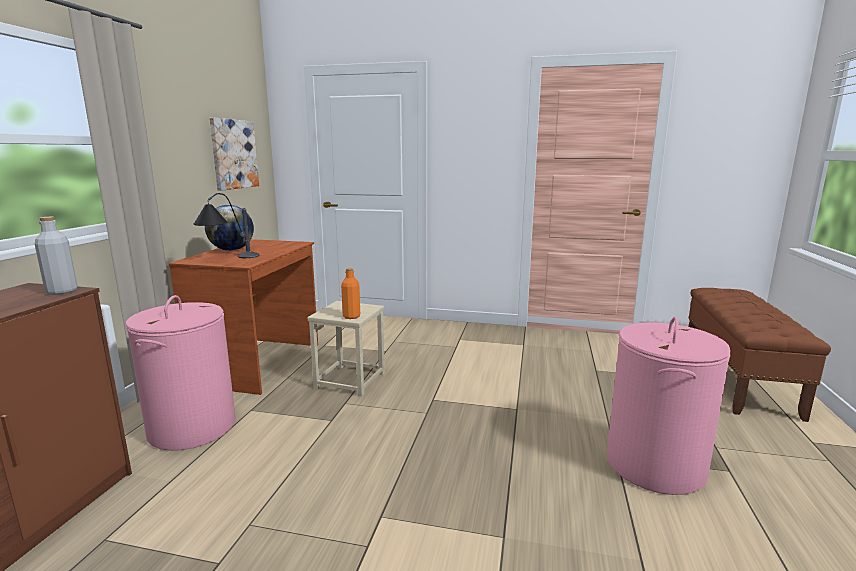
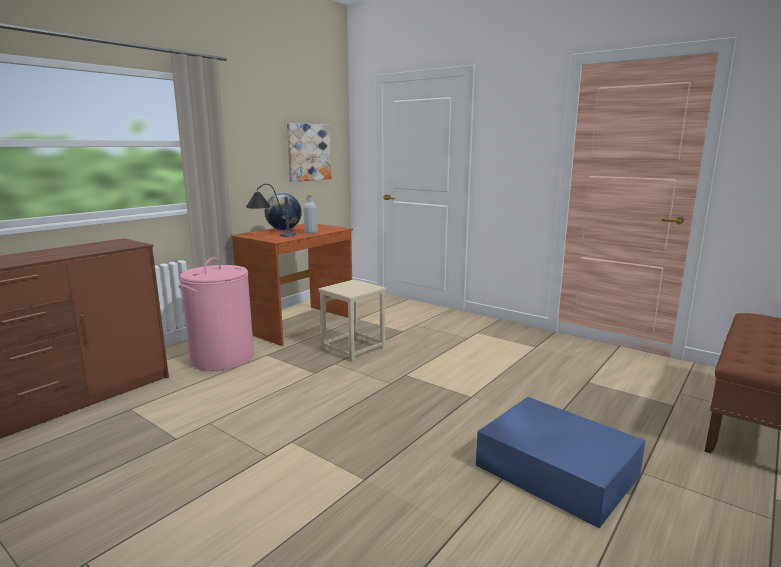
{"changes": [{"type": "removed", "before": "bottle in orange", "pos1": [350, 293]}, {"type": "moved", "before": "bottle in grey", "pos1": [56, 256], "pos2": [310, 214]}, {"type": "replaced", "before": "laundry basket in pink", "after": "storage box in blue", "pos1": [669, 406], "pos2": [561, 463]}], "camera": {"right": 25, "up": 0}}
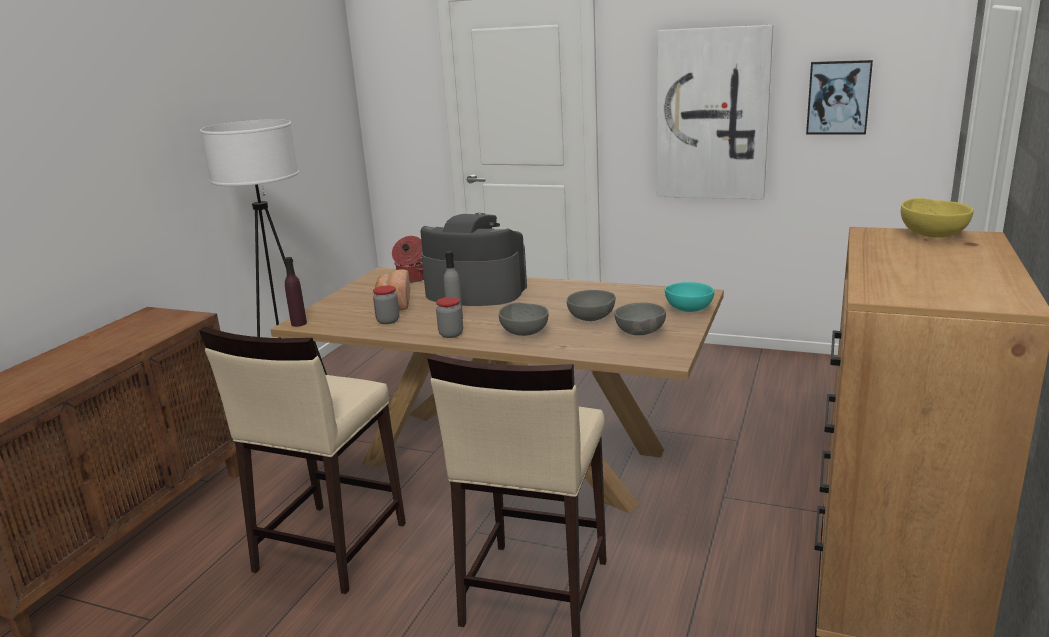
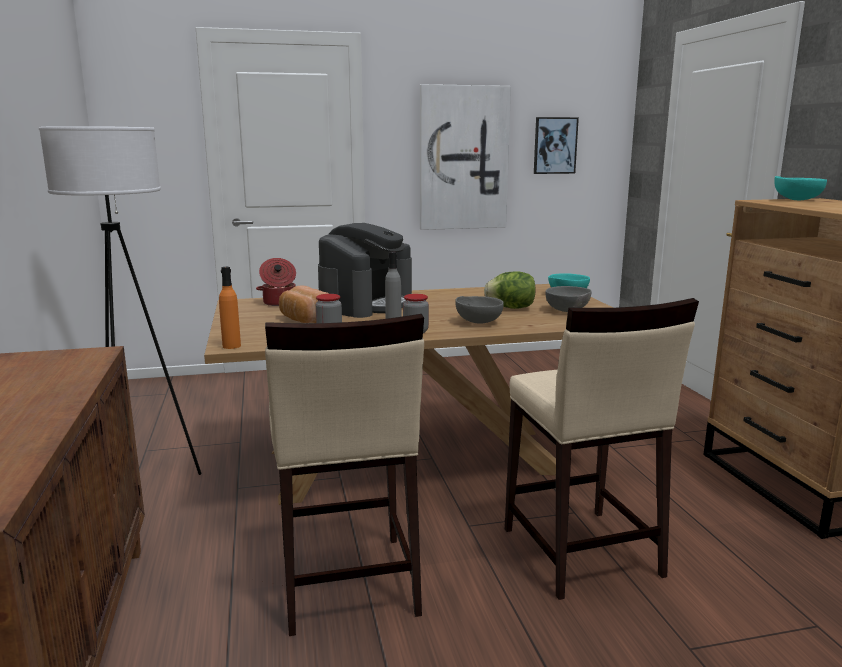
{"changes": [{"type": "replaced", "before": "bowl in grey", "after": "lettuce", "pos1": [591, 305], "pos2": [510, 290]}, {"type": "recoloured", "before": "bottle in purple", "after": "bottle in orange", "pos1": [295, 292], "pos2": [230, 308]}, {"type": "recoloured", "before": "bowl in yellow", "after": "bowl in turquoise", "pos1": [937, 218], "pos2": [800, 188]}, {"type": "turned", "before": "coffee machine", "pos1": [473, 259], "pos2": [365, 270], "turn": 135}], "camera": {"right": -35, "up": -5}}
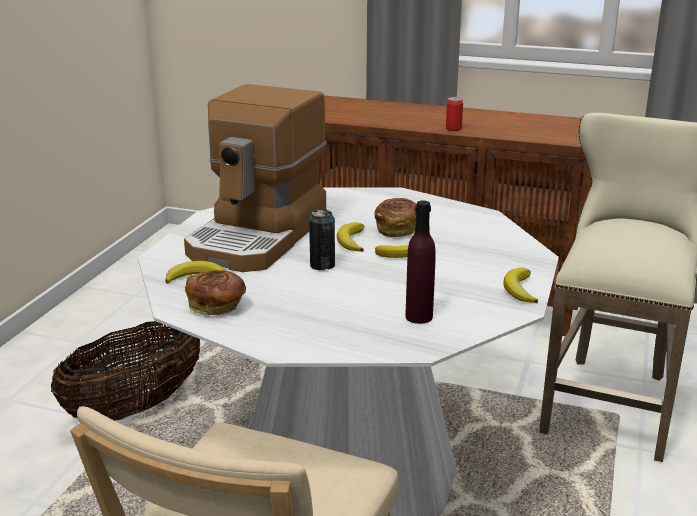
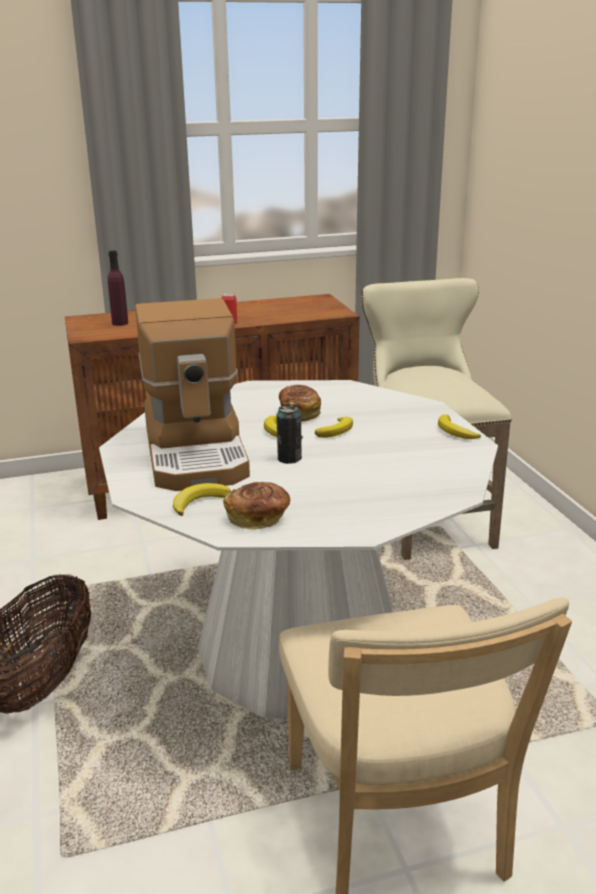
{"changes": [{"type": "moved", "before": "bottle in purple", "pos1": [420, 262], "pos2": [118, 288]}], "camera": {"right": -35, "up": 0}}
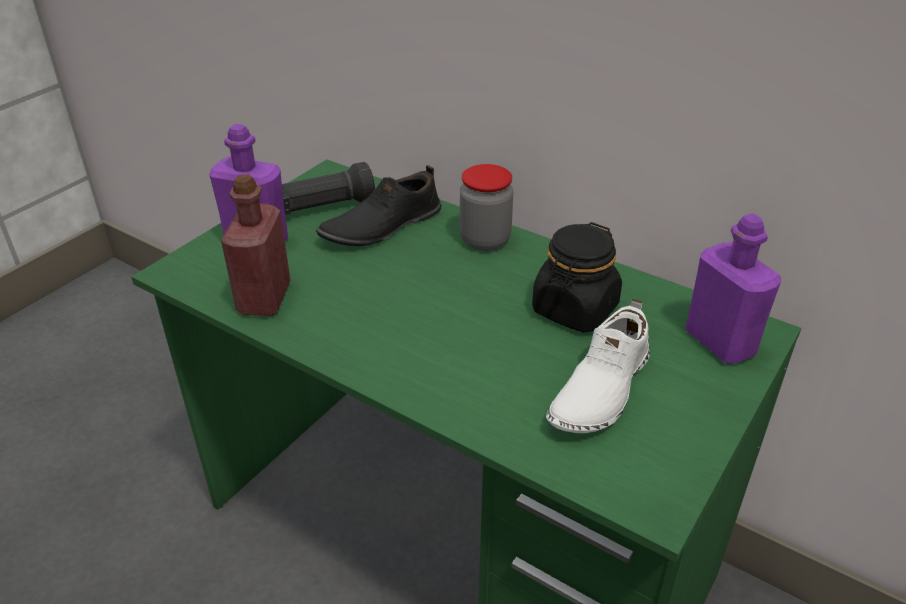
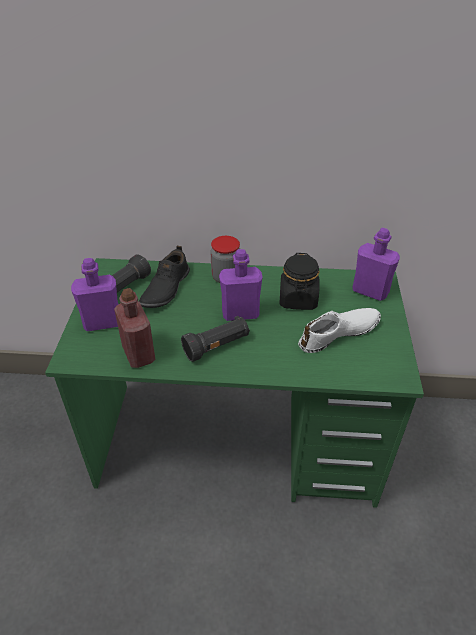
{"changes": [{"type": "added", "after": "flashlight in black", "pos2": [215, 339]}, {"type": "added", "after": "bottle in purple", "pos2": [241, 285]}, {"type": "turned", "before": "shoe in white", "pos1": [598, 366], "pos2": [339, 330], "turn": -120}], "camera": {"right": -30, "up": 5}}
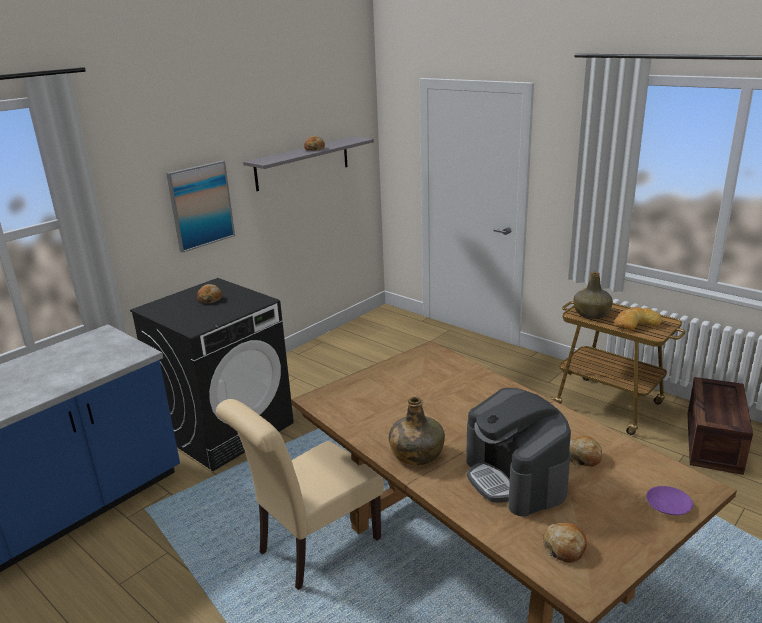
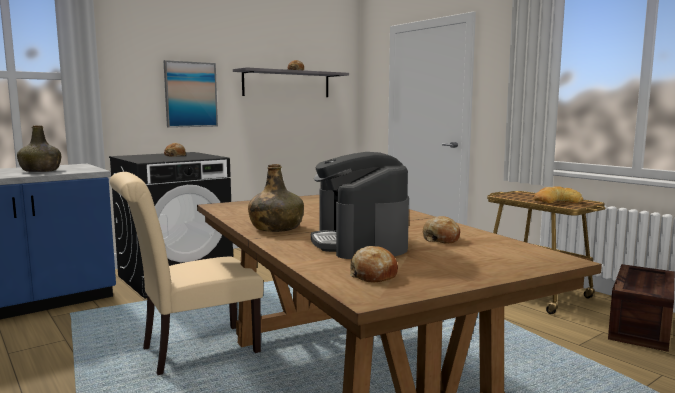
{"changes": [{"type": "removed", "before": "plate in purple", "pos1": [669, 500]}, {"type": "moved", "before": "bottle in green", "pos1": [593, 295], "pos2": [39, 148]}], "camera": {"right": 10, "up": -15}}
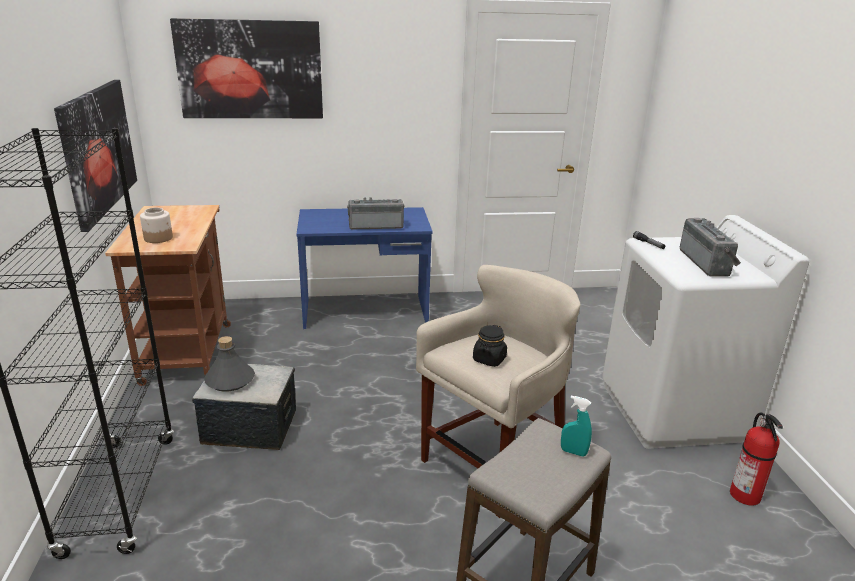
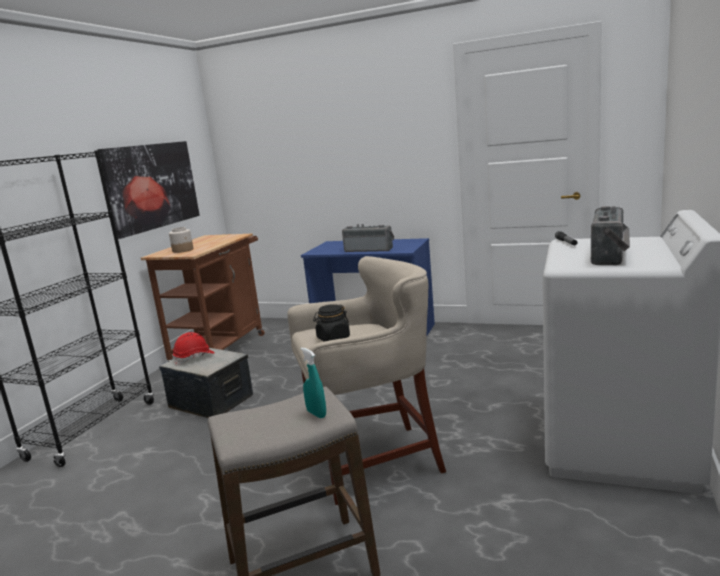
{"changes": [{"type": "removed", "before": "picture", "pos1": [246, 68]}, {"type": "removed", "before": "fire extinguisher", "pos1": [756, 459]}, {"type": "replaced", "before": "bottle in grey", "after": "hard hat in red", "pos1": [229, 364], "pos2": [194, 348]}], "camera": {"right": 30, "up": -10}}
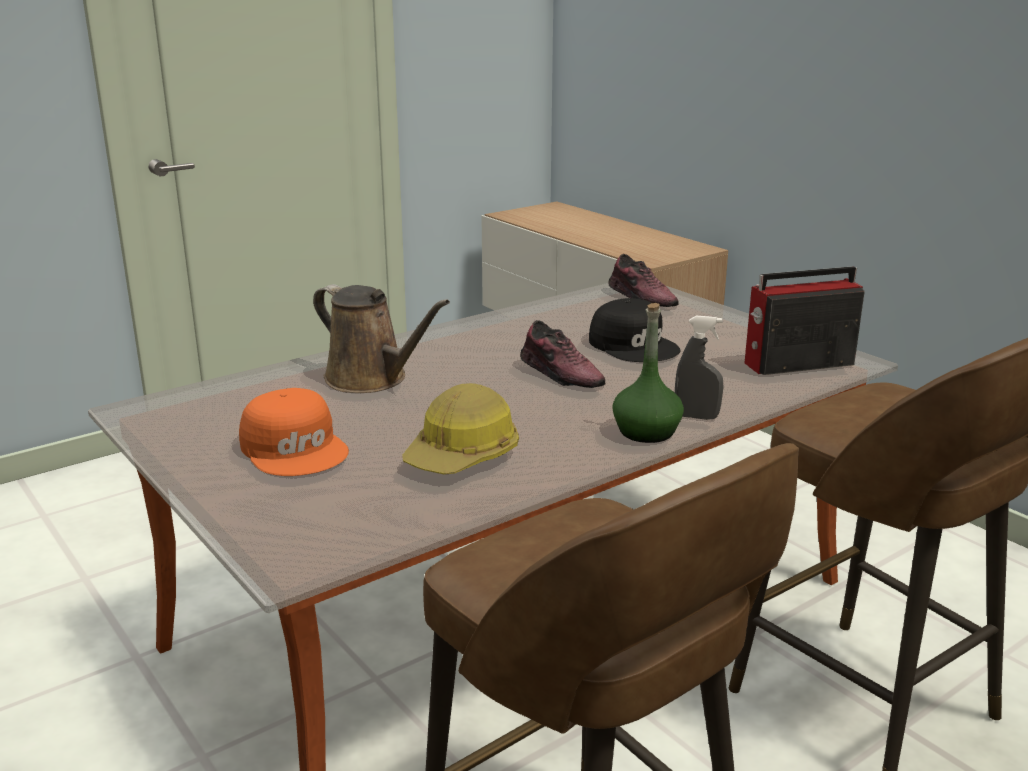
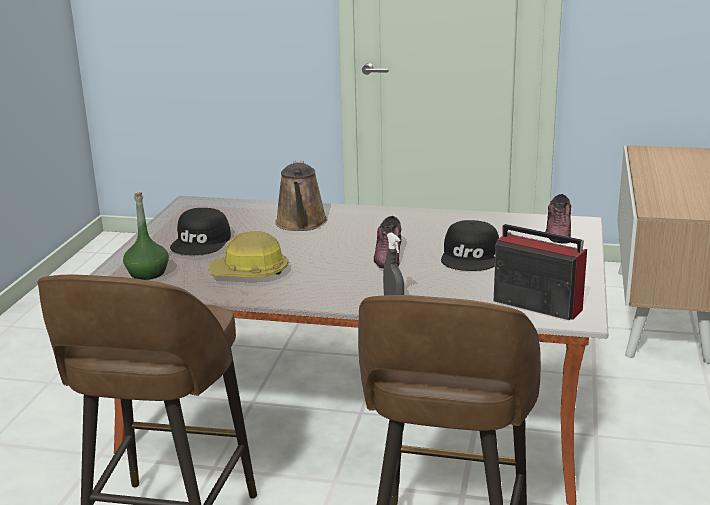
{"changes": [{"type": "moved", "before": "bottle in green", "pos1": [648, 373], "pos2": [146, 236]}, {"type": "recoloured", "before": "cap in orange", "after": "cap in black", "pos1": [294, 432], "pos2": [200, 231]}], "camera": {"right": 50, "up": 0}}
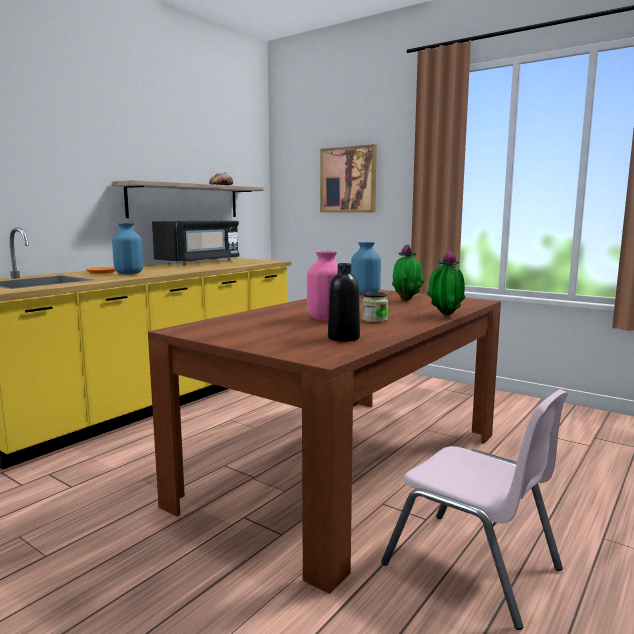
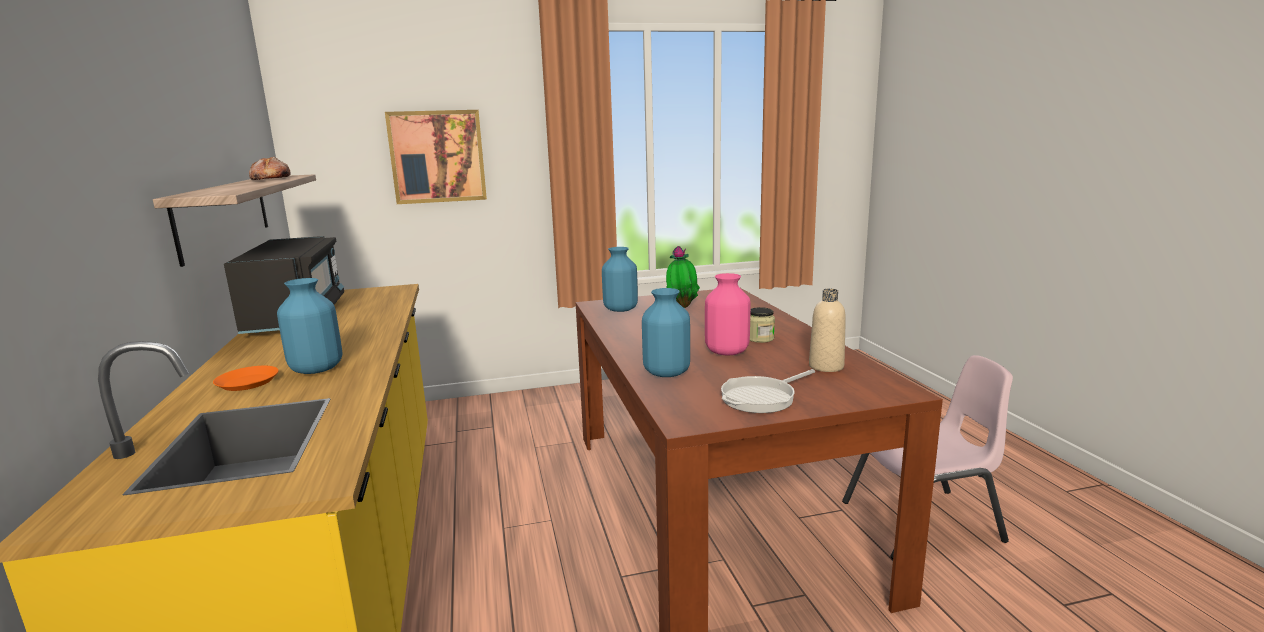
{"changes": [{"type": "removed", "before": "potted plant", "pos1": [446, 283]}, {"type": "added", "after": "vase in blue", "pos2": [666, 332]}, {"type": "added", "after": "frying pan", "pos2": [768, 391]}, {"type": "recoloured", "before": "bottle in black", "after": "bottle in beige", "pos1": [344, 302], "pos2": [827, 330]}], "camera": {"right": -50, "up": 5}}
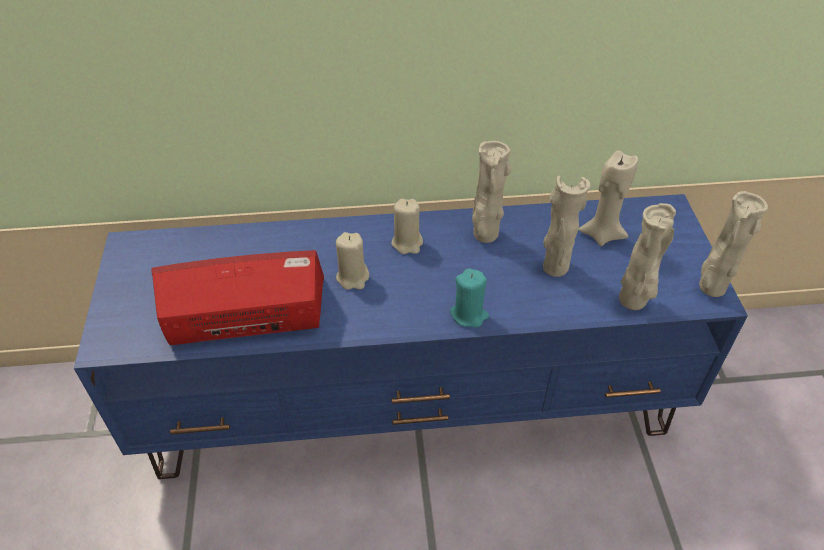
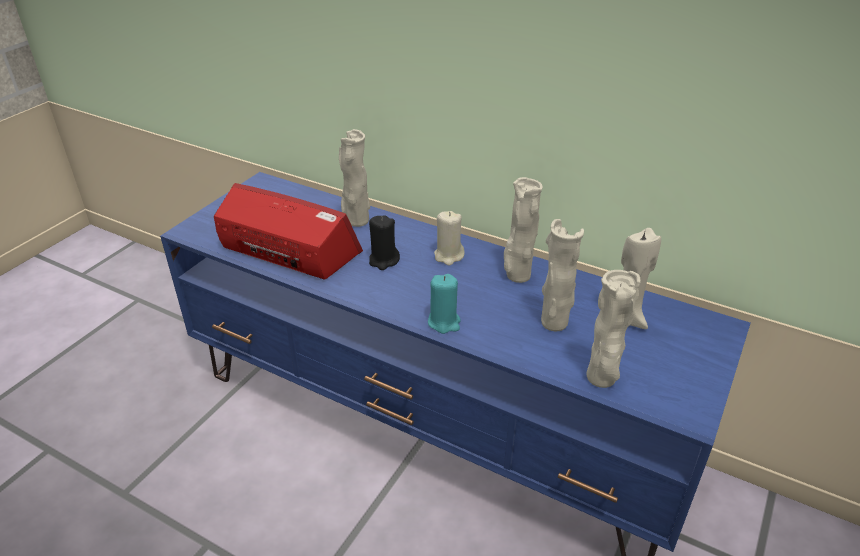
{"changes": [{"type": "moved", "before": "vase in beige", "pos1": [733, 244], "pos2": [354, 178]}, {"type": "recoloured", "before": "candle in beige", "after": "candle in black", "pos1": [352, 261], "pos2": [384, 242]}], "camera": {"right": 35, "up": -10}}
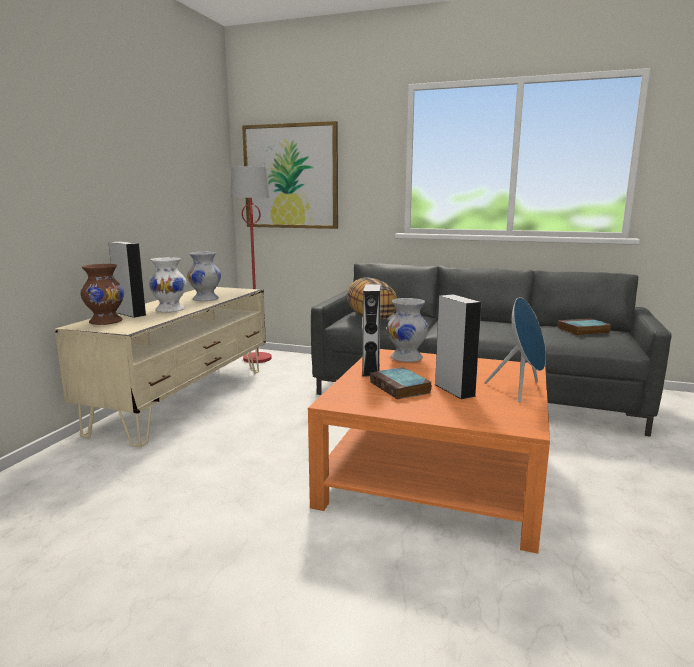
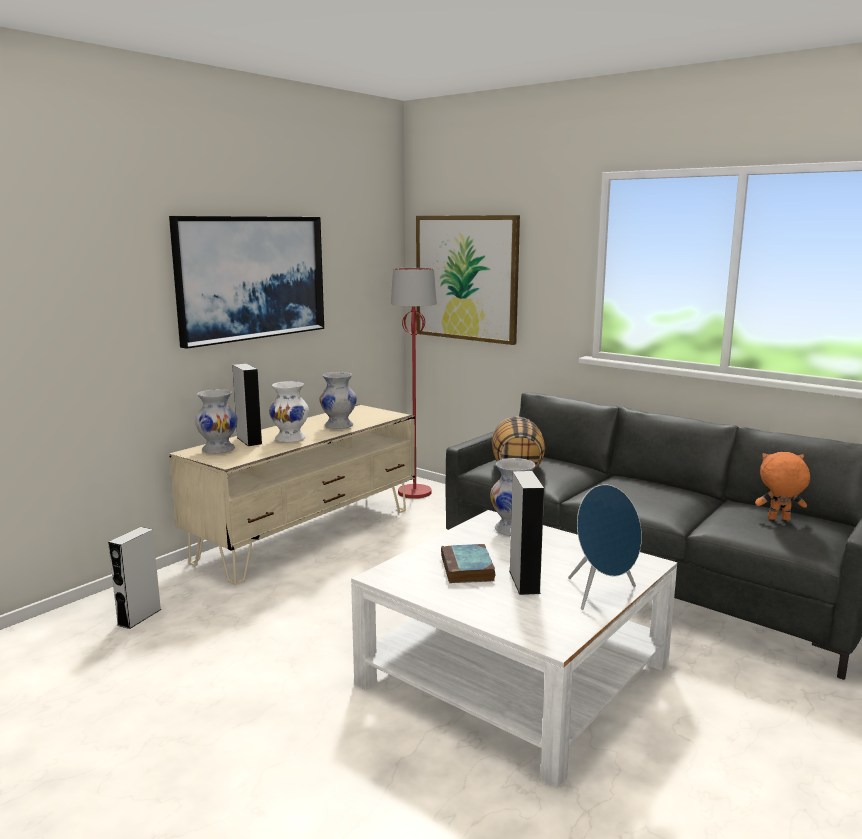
{"changes": [{"type": "added", "after": "picture", "pos2": [246, 282]}, {"type": "moved", "before": "speaker in grey", "pos1": [371, 330], "pos2": [135, 578]}, {"type": "replaced", "before": "book", "after": "plush toy in orange", "pos1": [584, 326], "pos2": [782, 486]}, {"type": "recoloured", "before": "vase in brown", "after": "vase in white", "pos1": [102, 294], "pos2": [216, 421]}, {"type": "recoloured", "before": "coffee table in orange", "after": "coffee table in white", "pos1": [429, 451], "pos2": [514, 649]}], "camera": {"right": 20, "up": 0}}
